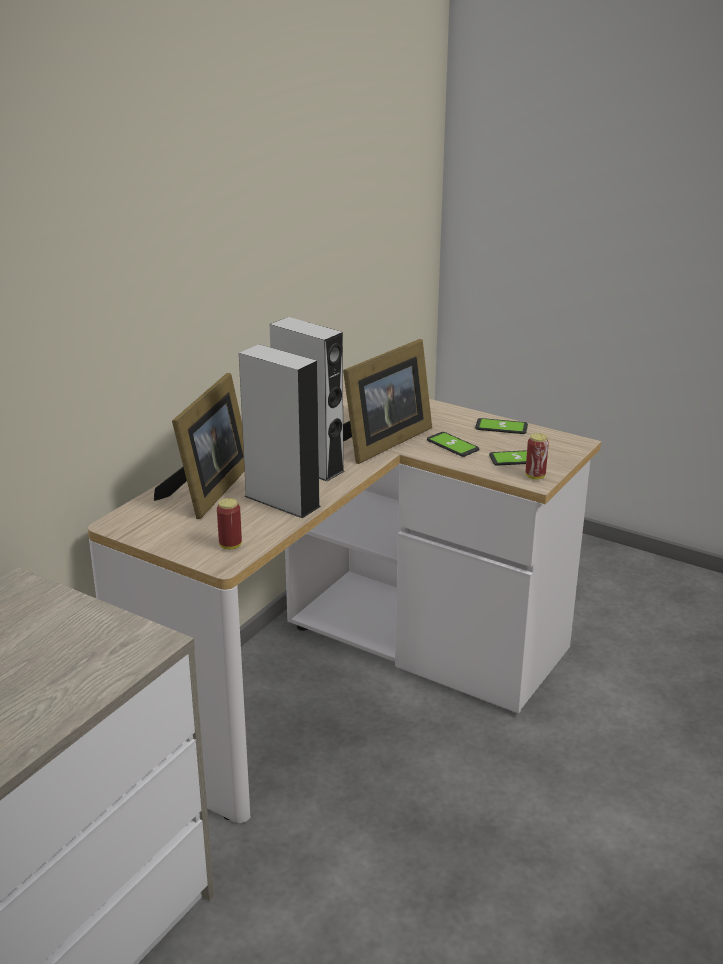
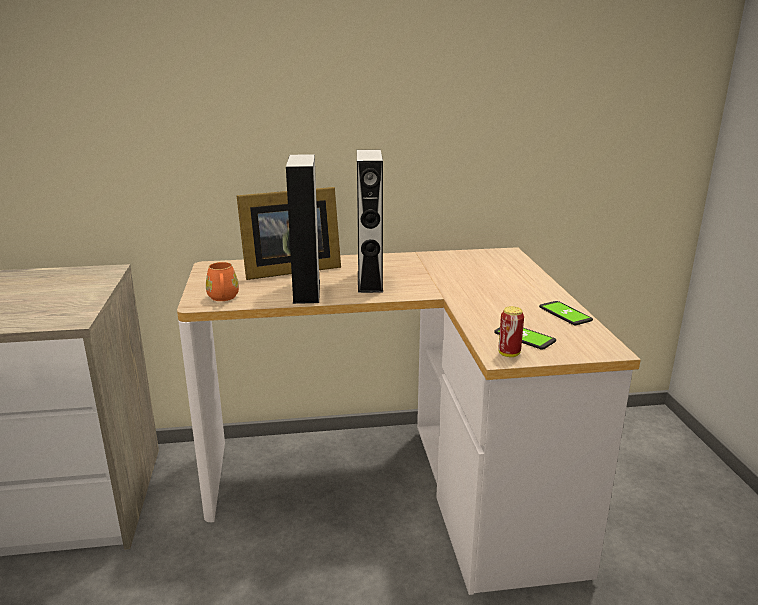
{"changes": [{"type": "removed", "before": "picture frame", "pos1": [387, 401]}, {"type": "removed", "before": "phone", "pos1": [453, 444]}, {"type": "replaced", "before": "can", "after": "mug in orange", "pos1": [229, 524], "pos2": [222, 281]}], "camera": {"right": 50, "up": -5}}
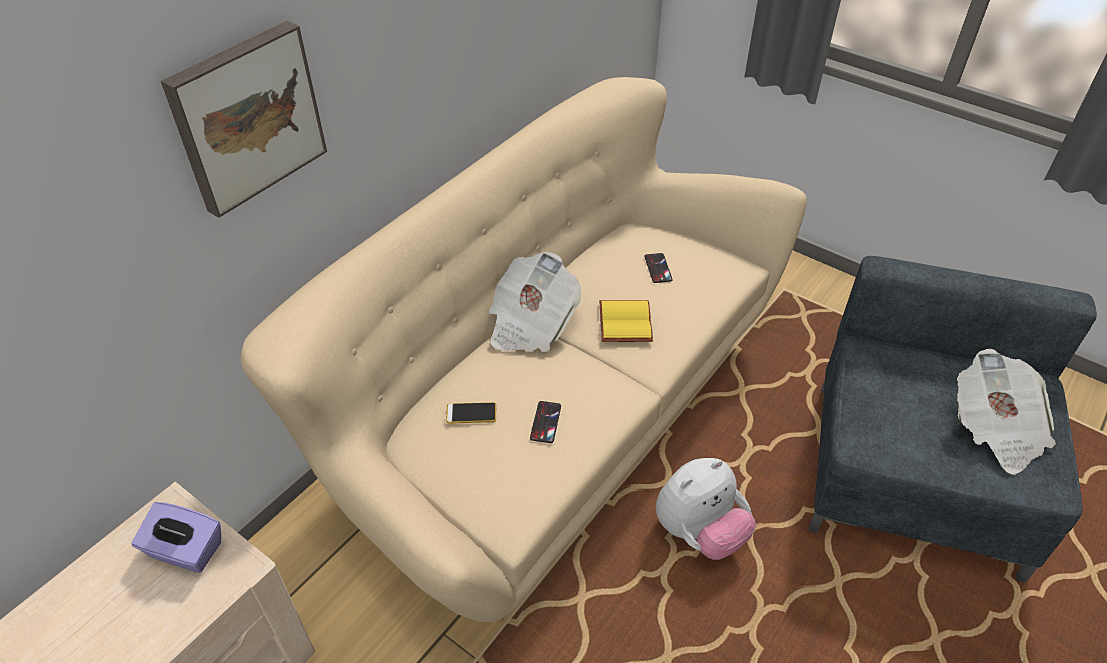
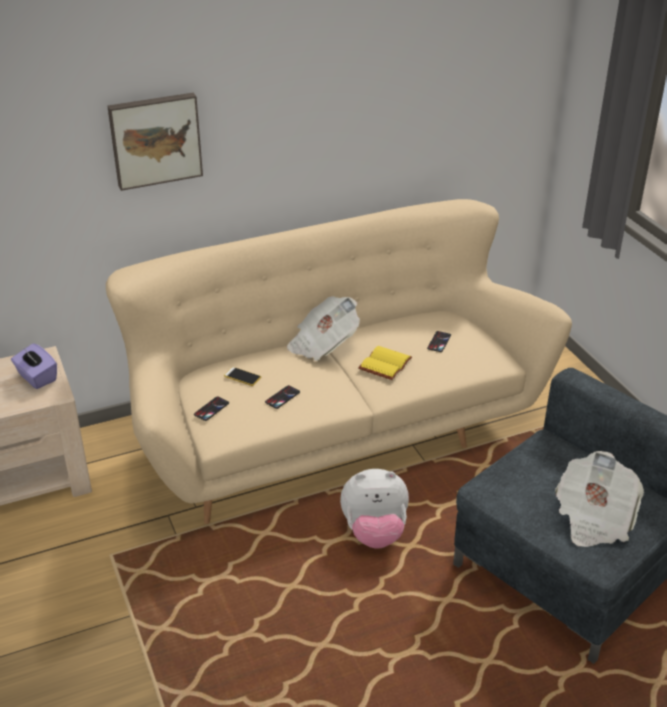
{"changes": [{"type": "added", "after": "phone", "pos2": [211, 408]}], "camera": {"right": 30, "up": -10}}
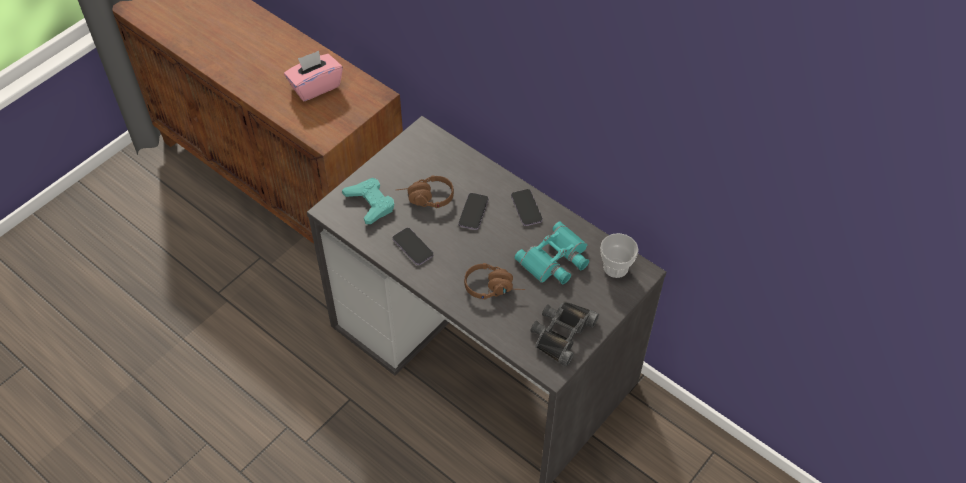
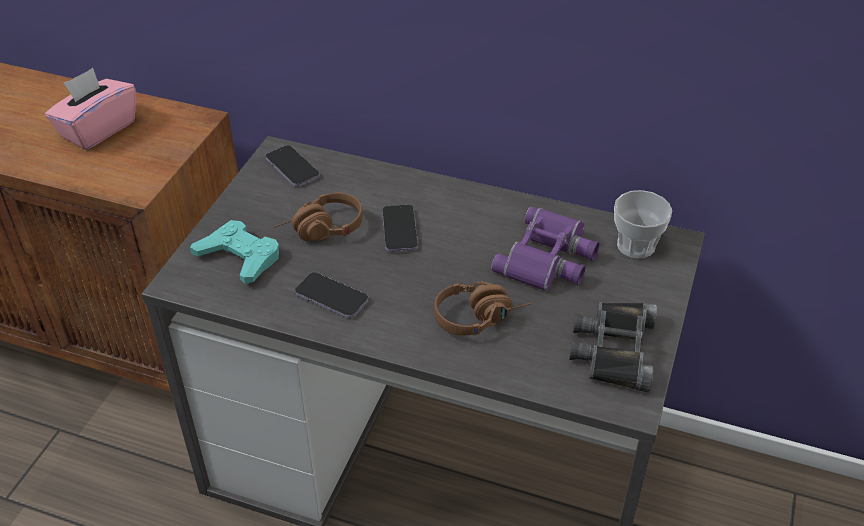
{"changes": [{"type": "moved", "before": "phone", "pos1": [527, 207], "pos2": [292, 166]}, {"type": "recoloured", "before": "binoculars in turquoise", "after": "binoculars in purple", "pos1": [551, 252], "pos2": [545, 249]}], "camera": {"right": -20, "up": -10}}
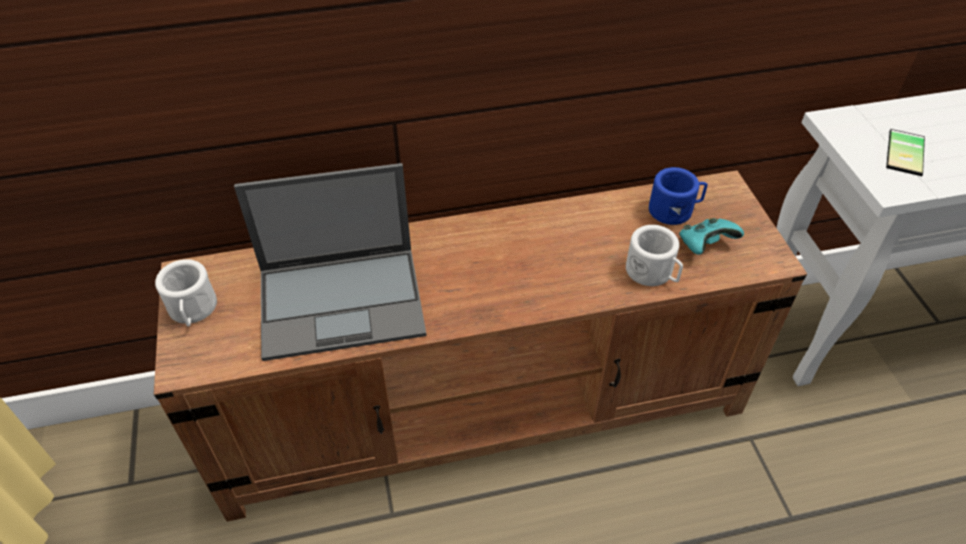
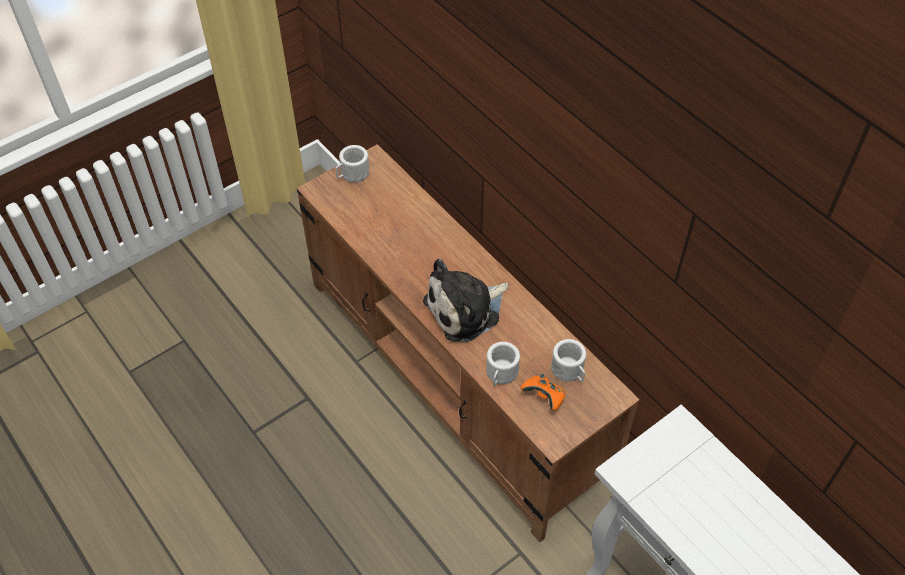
{"changes": [{"type": "removed", "before": "laptop", "pos1": [330, 262]}, {"type": "removed", "before": "phone", "pos1": [905, 152]}, {"type": "added", "after": "plush toy", "pos2": [466, 301]}, {"type": "recoloured", "before": "mug in blue", "after": "mug in white", "pos1": [678, 196], "pos2": [568, 360]}, {"type": "recoloured", "before": "game controller in turquoise", "after": "game controller in orange", "pos1": [711, 236], "pos2": [543, 392]}], "camera": {"right": 65, "up": 5}}
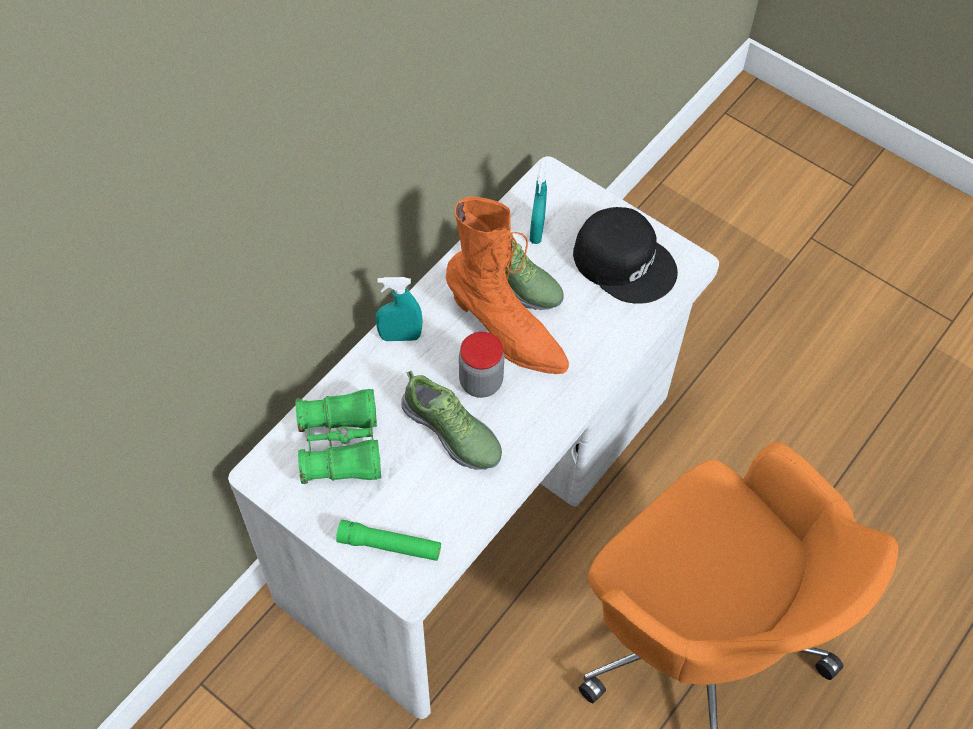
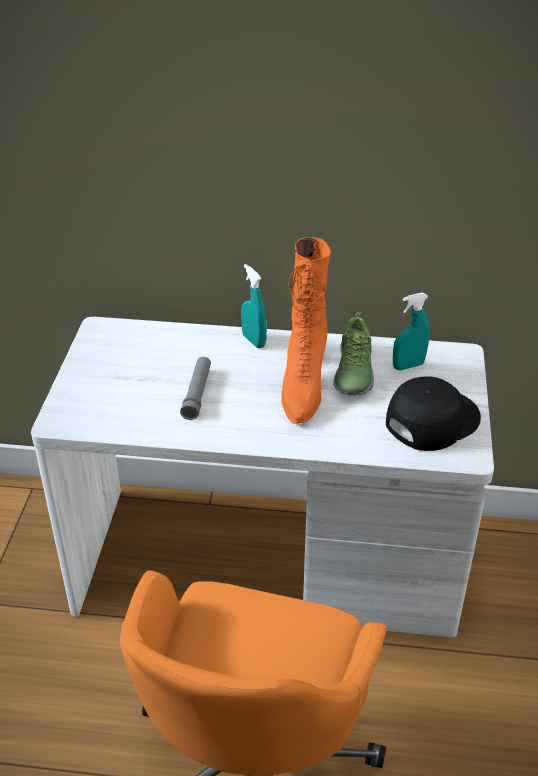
{"changes": [{"type": "removed", "before": "binoculars in green", "pos1": [338, 436]}, {"type": "removed", "before": "flashlight in green", "pos1": [388, 540]}, {"type": "removed", "before": "jar", "pos1": [481, 365]}, {"type": "replaced", "before": "shoe", "after": "flashlight in grey", "pos1": [451, 420], "pos2": [195, 388]}, {"type": "turned", "before": "cap in black", "pos1": [625, 255], "pos2": [433, 413], "turn": -135}], "camera": {"right": 60, "up": -20}}
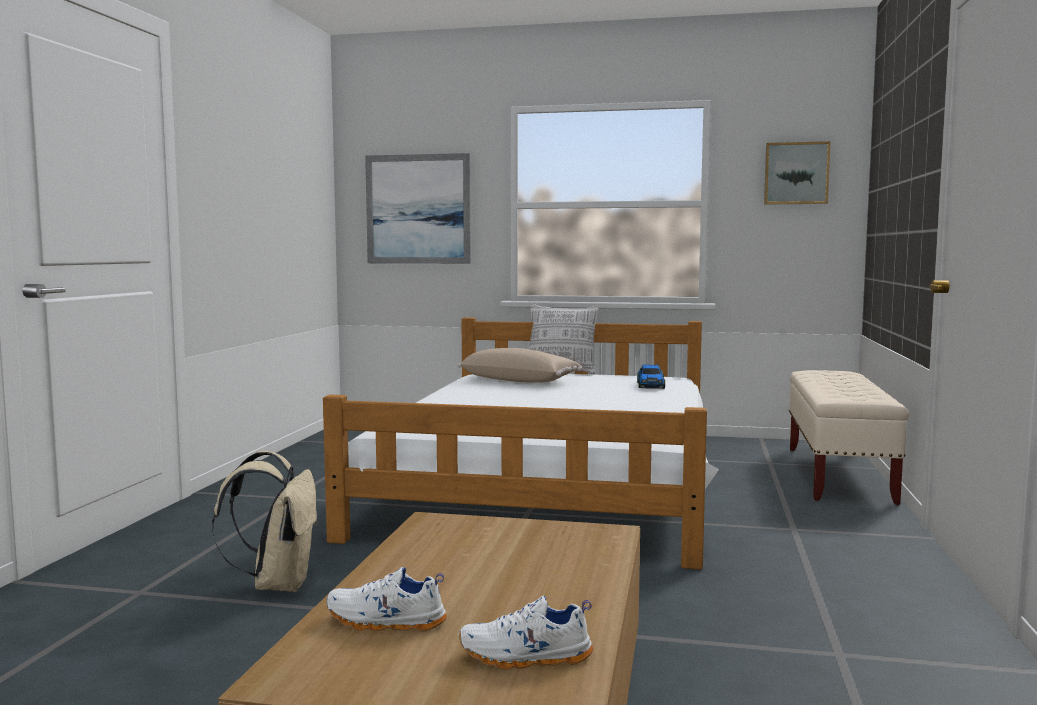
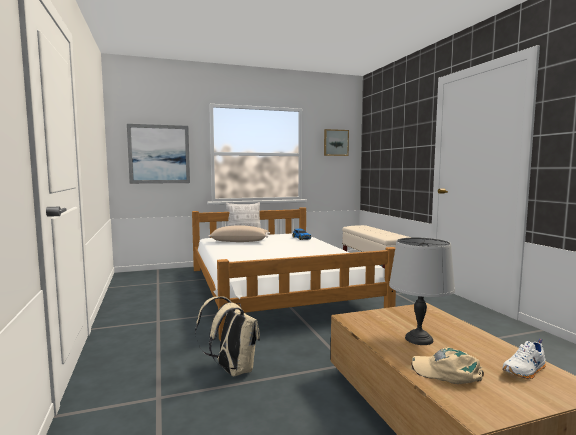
{"changes": [{"type": "added", "after": "table lamp in grey", "pos2": [422, 291]}, {"type": "replaced", "before": "shoe in white", "after": "cap in beige", "pos1": [387, 599], "pos2": [447, 366]}], "camera": {"right": -30, "up": 0}}
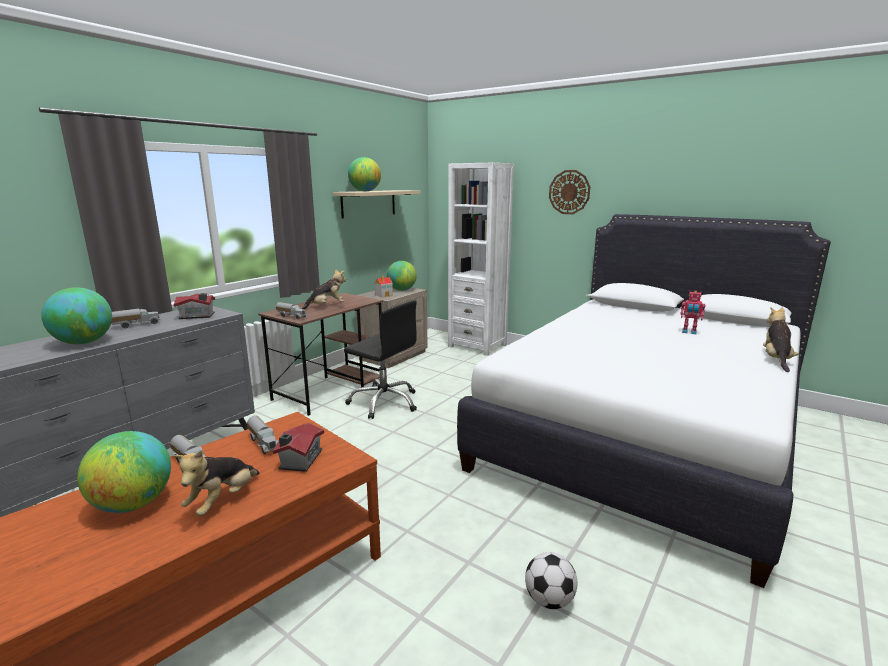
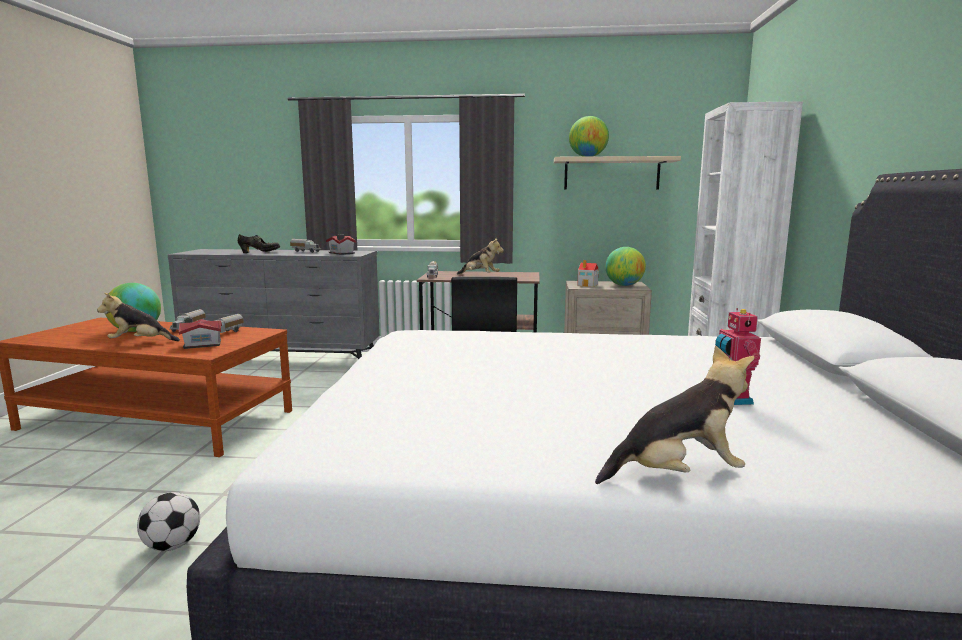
{"changes": [{"type": "removed", "before": "wall clock", "pos1": [569, 192]}, {"type": "replaced", "before": "globe", "after": "shoe in black", "pos1": [76, 315], "pos2": [259, 243]}], "camera": {"right": 60, "up": -5}}
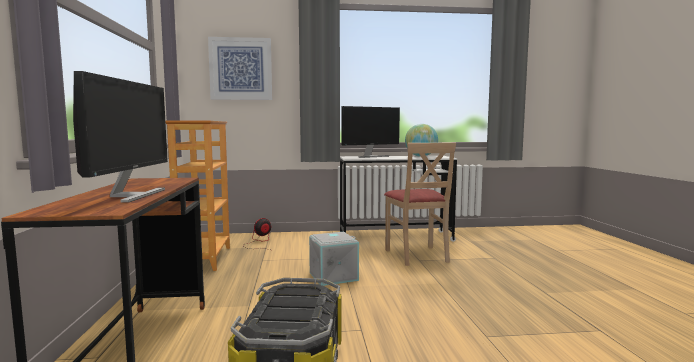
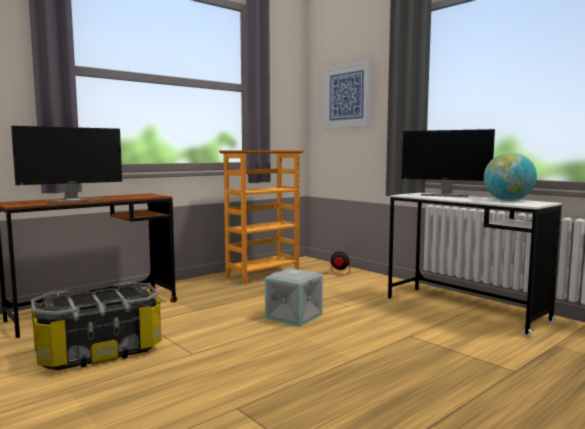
{"changes": [{"type": "removed", "before": "chair in beige", "pos1": [420, 204]}], "camera": {"right": 55, "up": 0}}
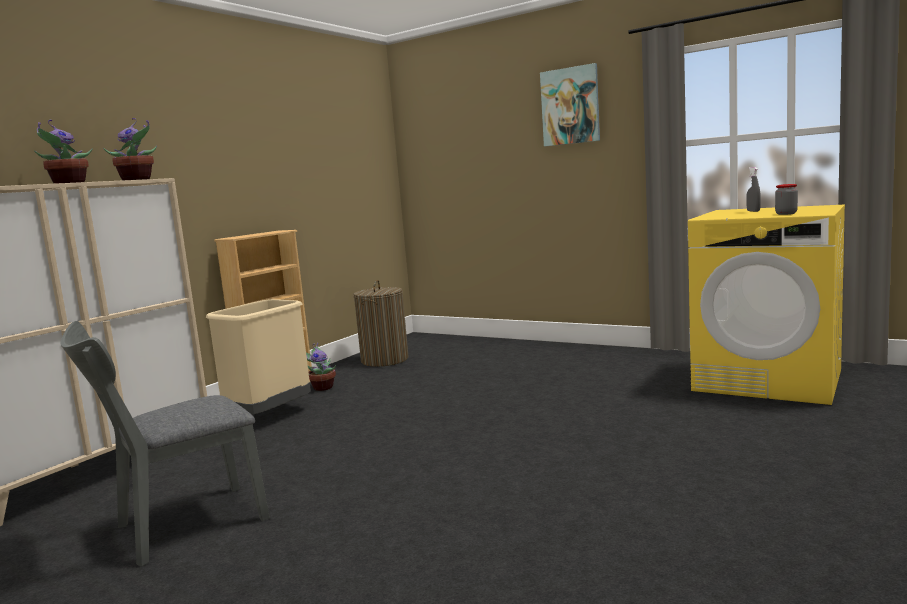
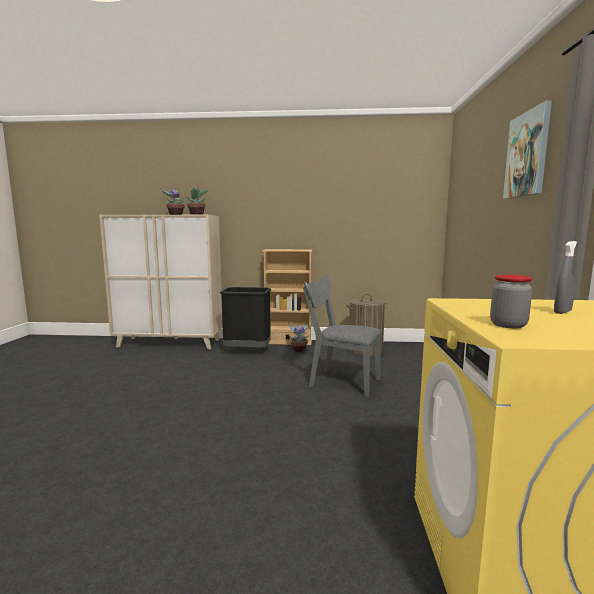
{"changes": [{"type": "moved", "before": "chair in grey", "pos1": [165, 443], "pos2": [342, 337]}, {"type": "recoloured", "before": "trash can in beige", "after": "trash can in black", "pos1": [258, 356], "pos2": [245, 317]}], "camera": {"right": 60, "up": 0}}
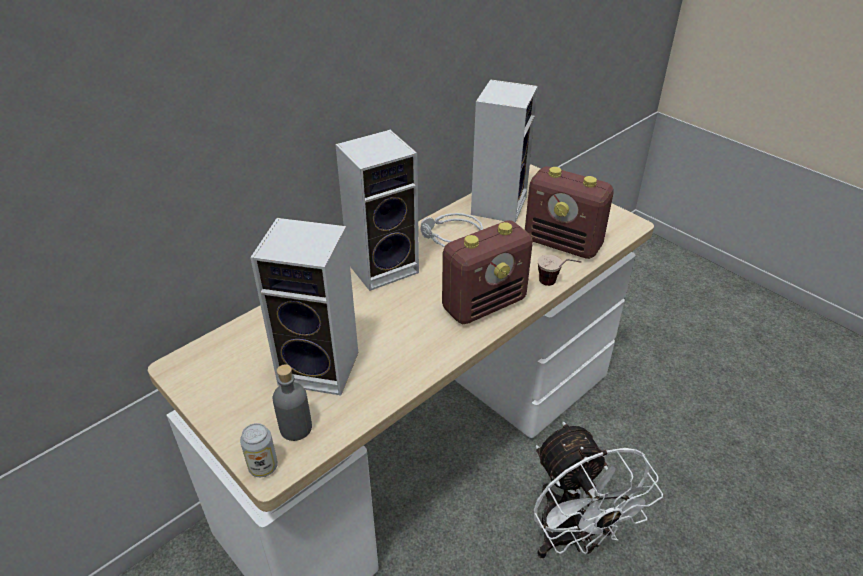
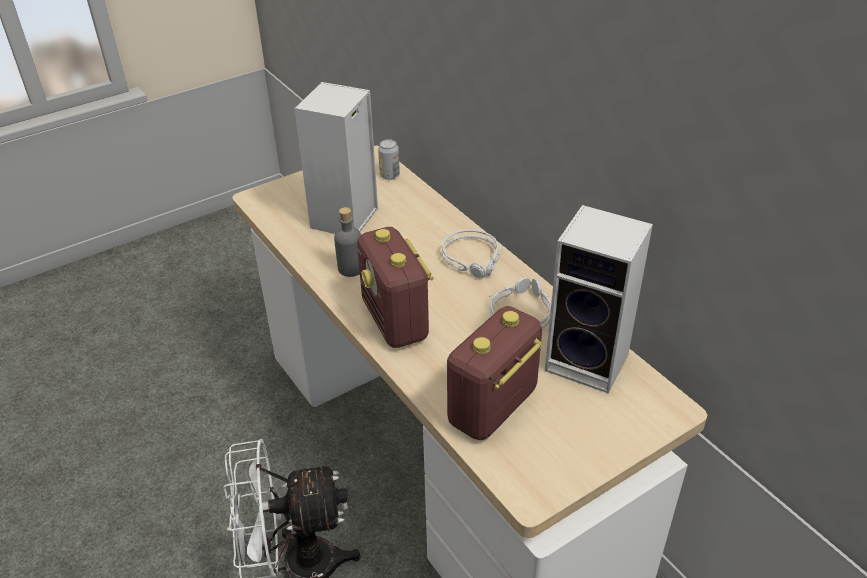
{"changes": [{"type": "removed", "before": "cup", "pos1": [560, 270]}, {"type": "moved", "before": "can", "pos1": [259, 450], "pos2": [389, 159]}, {"type": "moved", "before": "bottle in grey", "pos1": [292, 402], "pos2": [347, 242]}, {"type": "replaced", "before": "speaker", "after": "headphones in grey", "pos1": [377, 210], "pos2": [473, 254]}], "camera": {"right": 100, "up": 0}}
